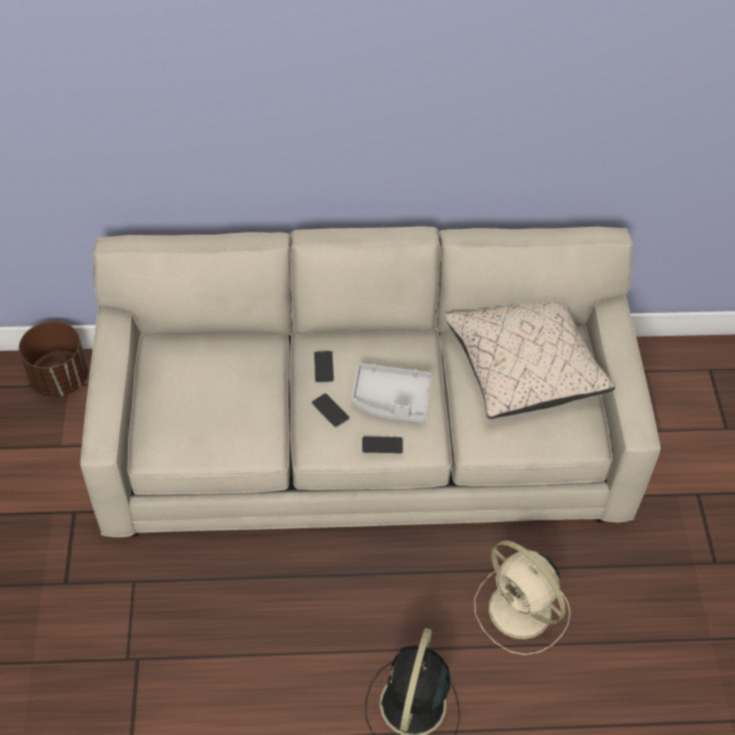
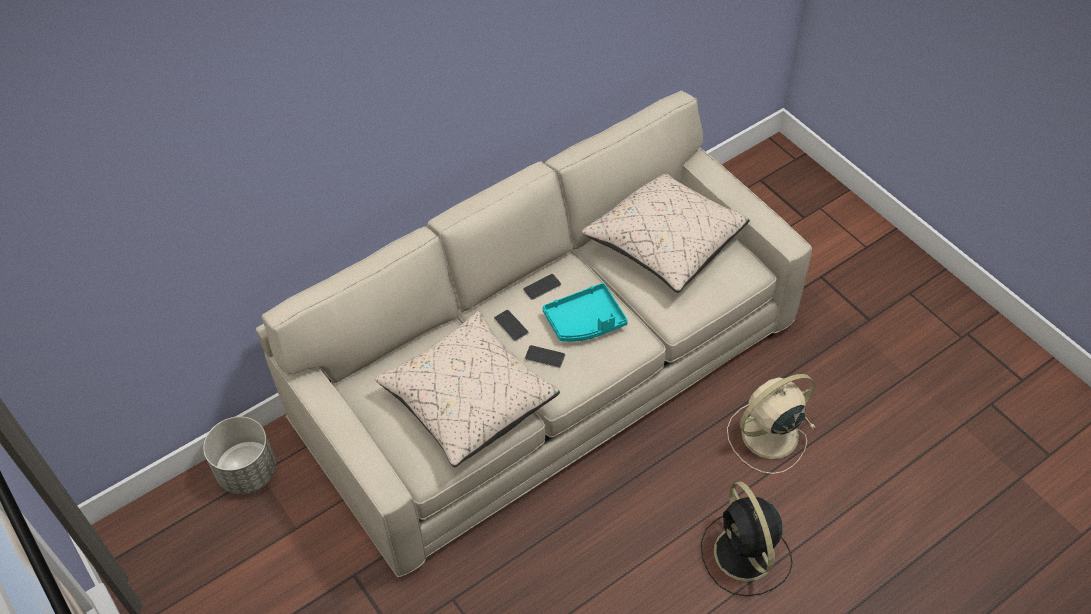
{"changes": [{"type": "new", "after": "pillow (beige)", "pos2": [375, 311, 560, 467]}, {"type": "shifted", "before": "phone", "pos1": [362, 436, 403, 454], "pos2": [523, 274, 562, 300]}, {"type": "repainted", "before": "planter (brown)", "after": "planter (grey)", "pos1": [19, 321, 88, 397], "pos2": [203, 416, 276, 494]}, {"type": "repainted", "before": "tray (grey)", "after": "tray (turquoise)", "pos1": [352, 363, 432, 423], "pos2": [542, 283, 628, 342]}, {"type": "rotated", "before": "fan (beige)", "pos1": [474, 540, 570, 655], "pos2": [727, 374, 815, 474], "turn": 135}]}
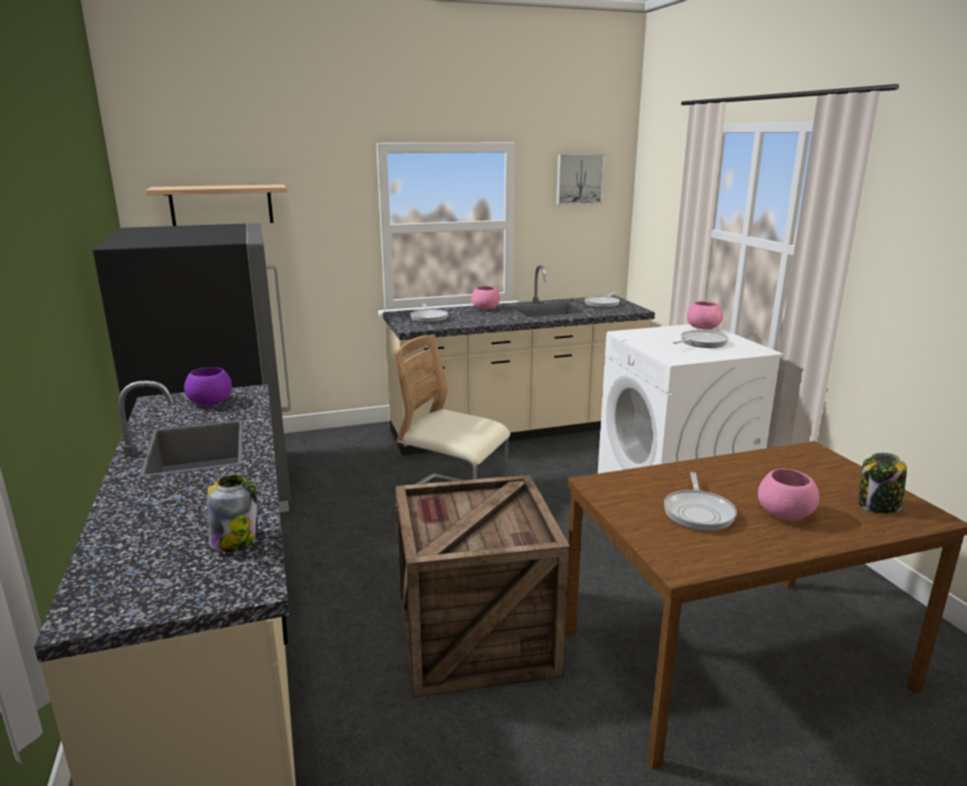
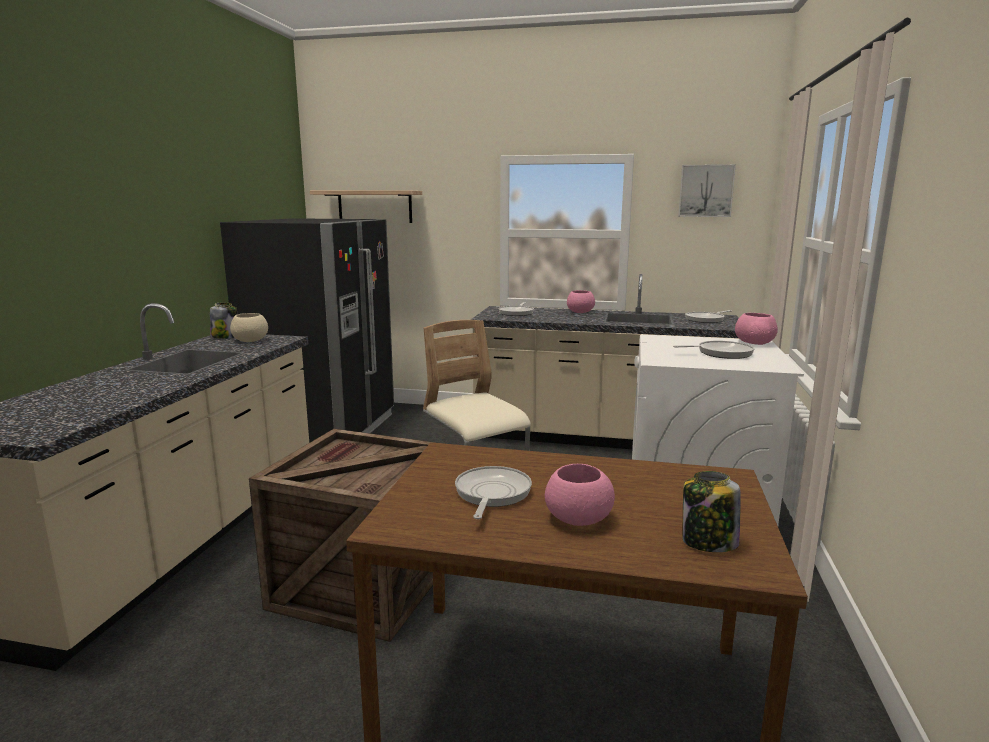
{"changes": [{"type": "shifted", "before": "jar", "pos1": [207, 475, 258, 552], "pos2": [210, 303, 237, 339]}, {"type": "repainted", "before": "bowl (purple)", "after": "bowl (beige)", "pos1": [184, 367, 232, 406], "pos2": [230, 313, 268, 342]}, {"type": "rotated", "before": "frying pan", "pos1": [664, 472, 737, 531], "pos2": [455, 466, 532, 519], "turn": 150}]}
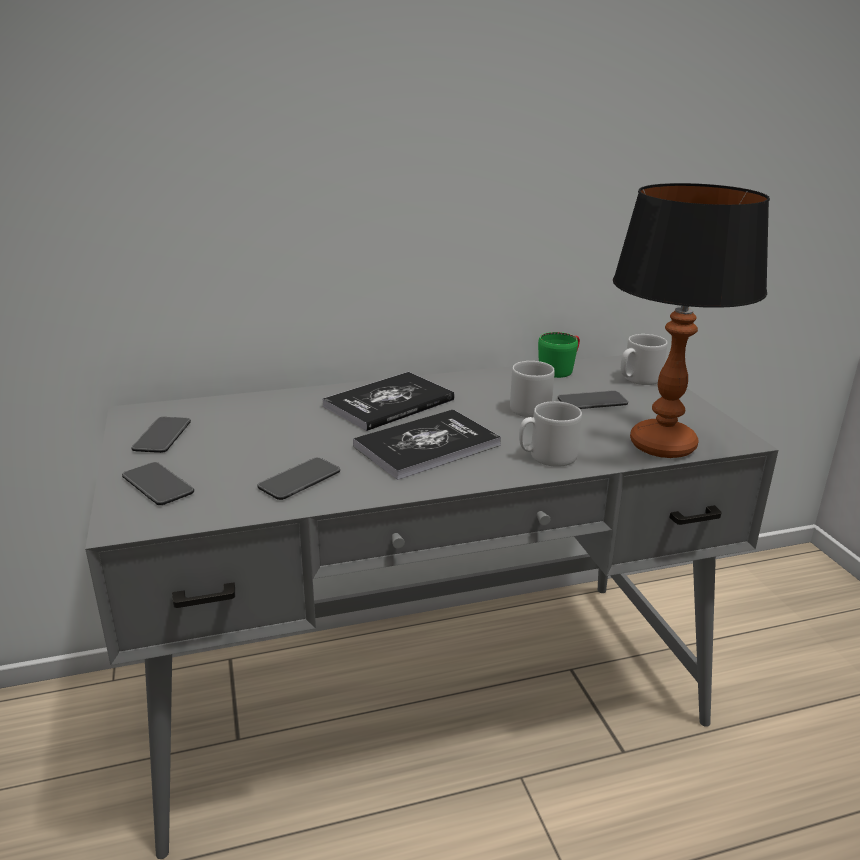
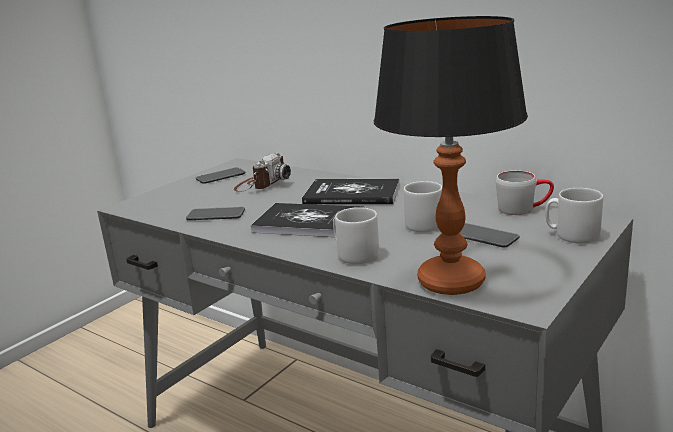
{"changes": [{"type": "gone", "before": "phone", "pos1": [122, 462, 194, 505]}, {"type": "new", "after": "photo camera", "pos2": [234, 153, 291, 192]}, {"type": "repainted", "before": "mug (green)", "after": "mug (grey)", "pos1": [538, 332, 580, 378], "pos2": [496, 171, 554, 215]}]}
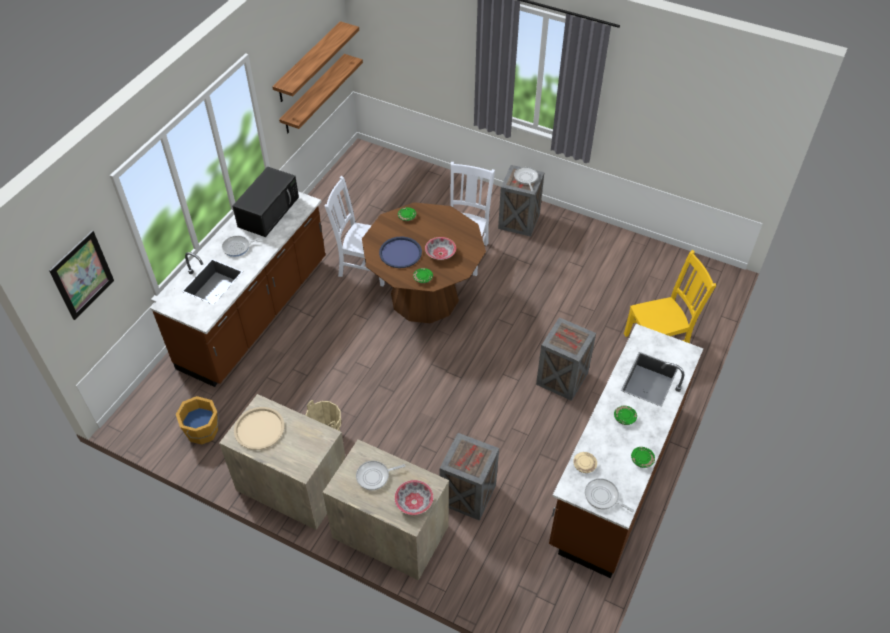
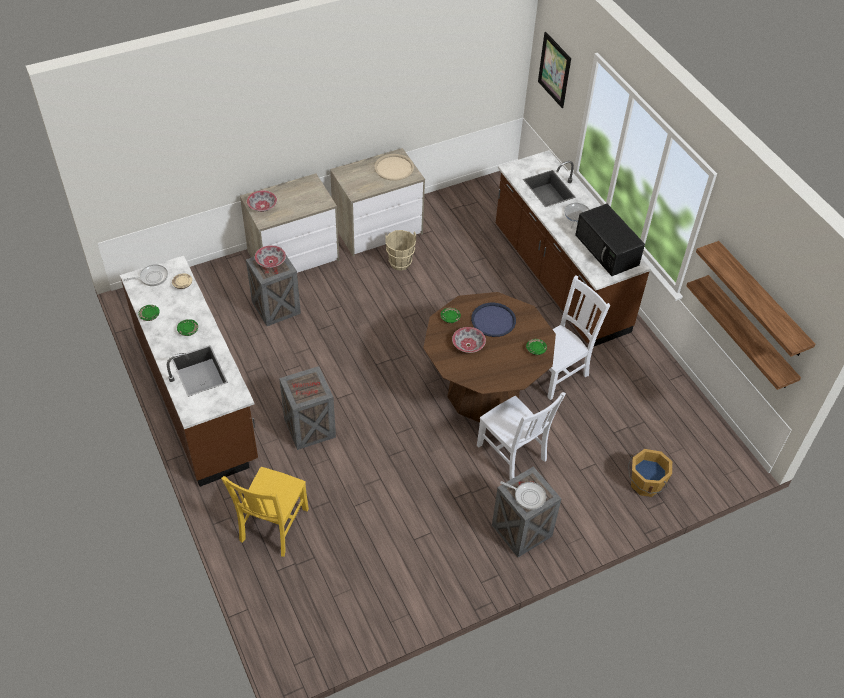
{"changes": [{"type": "gone", "before": "frying pan", "pos1": [356, 461, 405, 490]}, {"type": "new", "after": "bowl", "pos2": [255, 245, 286, 268]}, {"type": "shifted", "before": "bucket (orange)", "pos1": [176, 396, 219, 445], "pos2": [628, 449, 672, 497]}]}
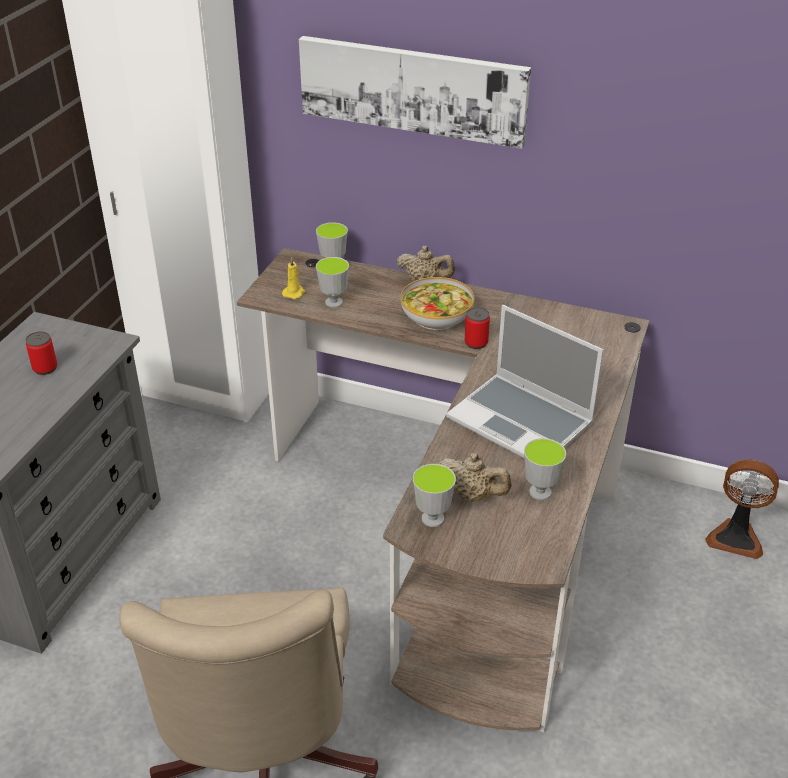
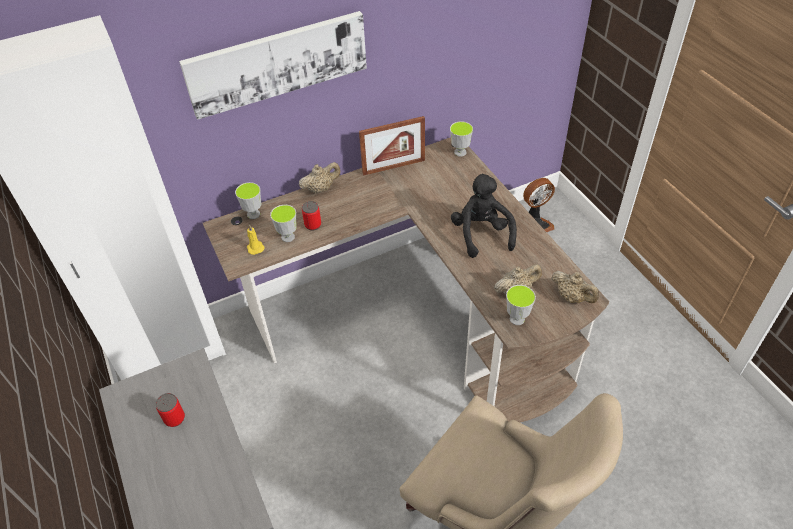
{"changes": [{"type": "gone", "before": "bowl", "pos1": [401, 277, 475, 330]}, {"type": "new", "after": "picture frame", "pos2": [359, 116, 425, 176]}, {"type": "new", "after": "teapot (beige)", "pos2": [551, 271, 599, 303]}, {"type": "shifted", "before": "can", "pos1": [465, 307, 490, 349], "pos2": [302, 201, 321, 230]}, {"type": "shifted", "before": "cup", "pos1": [524, 438, 566, 500], "pos2": [450, 121, 473, 157]}, {"type": "swapped", "before": "laptop", "after": "plush toy (black)", "pos1": [446, 305, 603, 459], "pos2": [451, 174, 517, 258]}]}
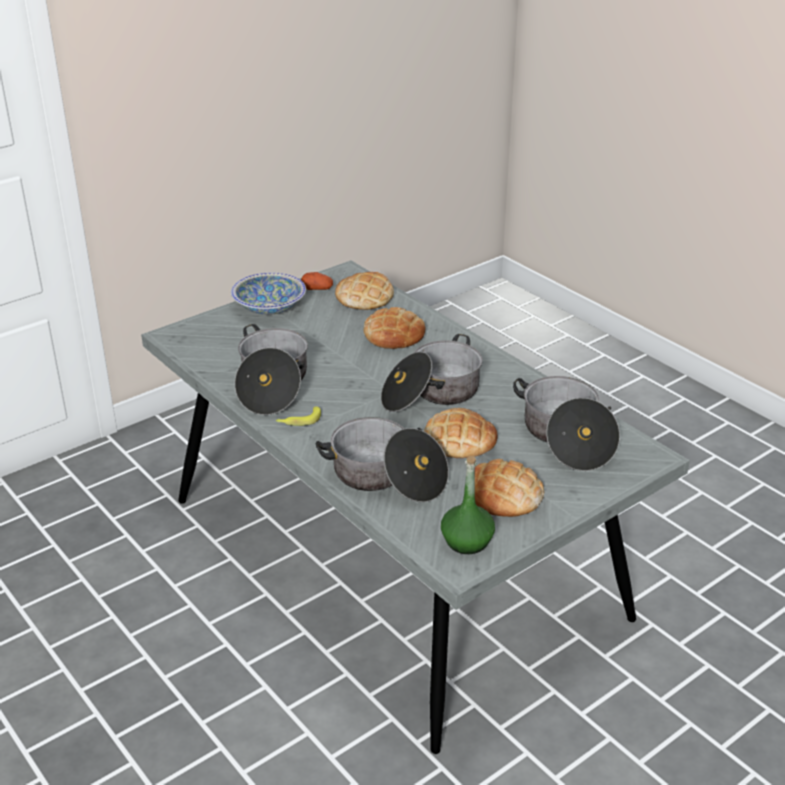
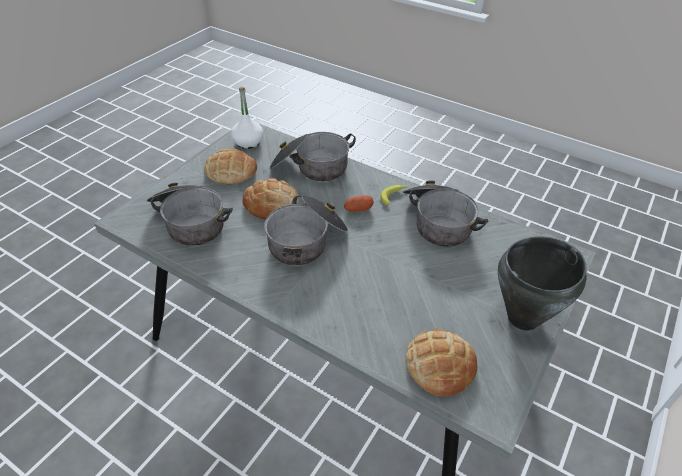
{"changes": [{"type": "gone", "before": "bread", "pos1": [364, 307, 425, 349]}, {"type": "shifted", "before": "potato", "pos1": [301, 272, 333, 290], "pos2": [344, 195, 374, 212]}, {"type": "swapped", "before": "bowl", "after": "cooking pot (black)", "pos1": [231, 273, 306, 315], "pos2": [498, 237, 587, 330]}, {"type": "repainted", "before": "bottle (green)", "after": "bottle (white)", "pos1": [441, 456, 495, 554], "pos2": [231, 87, 263, 149]}]}
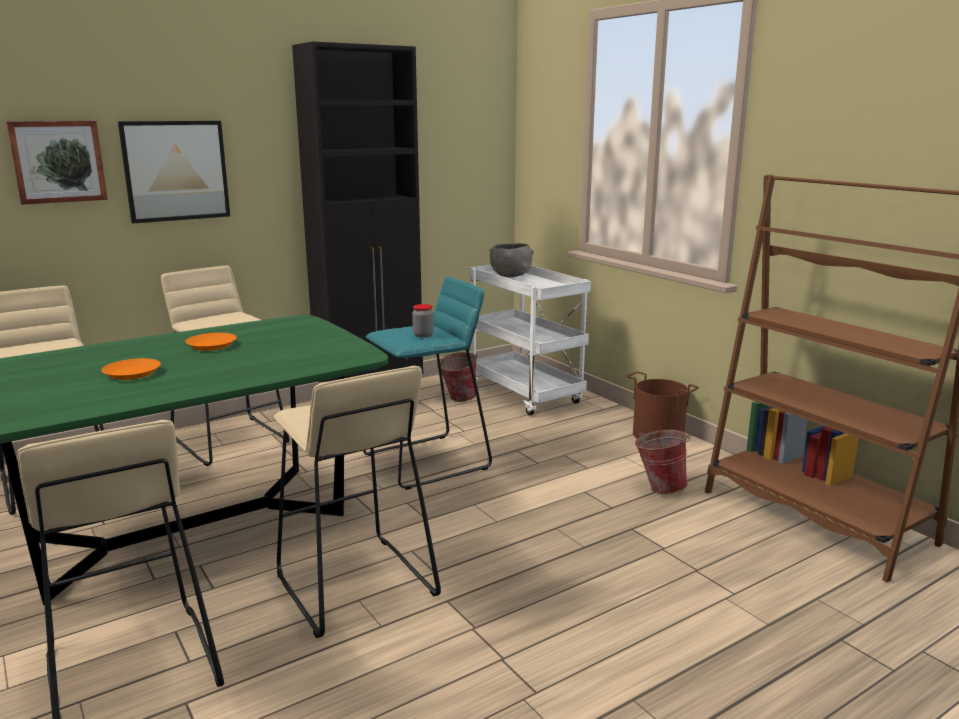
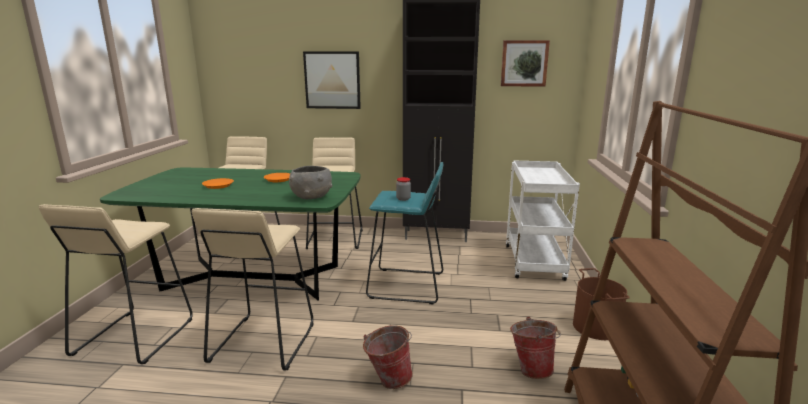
{"changes": [{"type": "shifted", "before": "picture", "pos1": [6, 121, 108, 205], "pos2": [501, 40, 550, 87]}, {"type": "shifted", "before": "bucket", "pos1": [436, 352, 477, 402], "pos2": [363, 325, 413, 389]}, {"type": "shifted", "before": "bowl (grey)", "pos1": [489, 243, 534, 277], "pos2": [289, 166, 332, 199]}]}
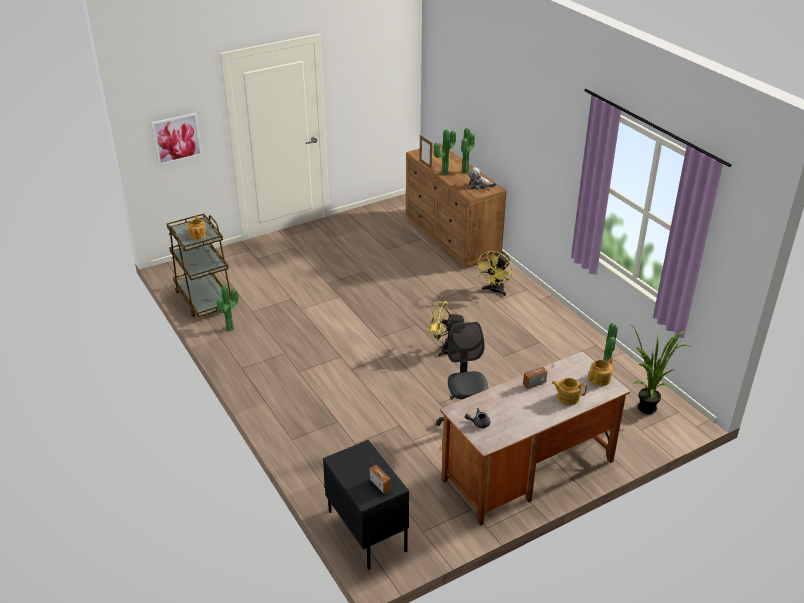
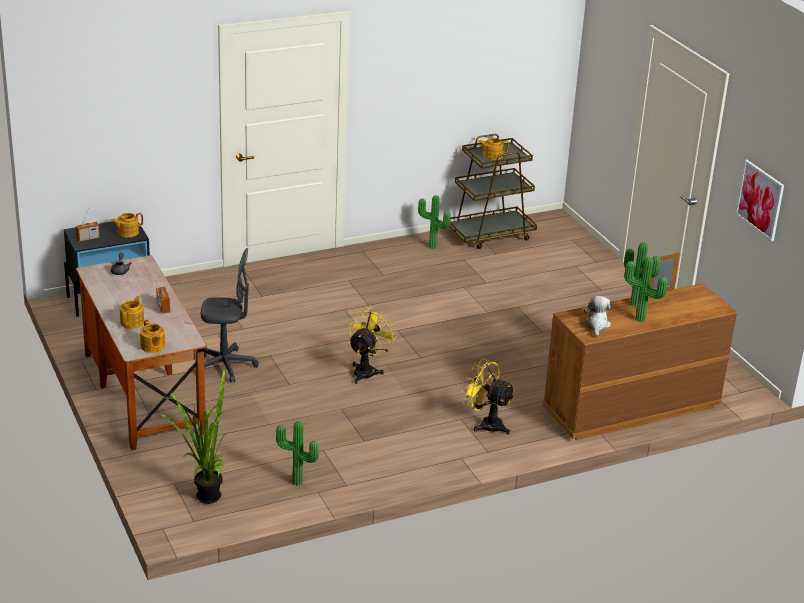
{"changes": [{"type": "new", "after": "teapot", "pos2": [111, 213, 143, 237]}, {"type": "shifted", "before": "picture", "pos1": [151, 113, 203, 165], "pos2": [735, 160, 784, 241]}]}
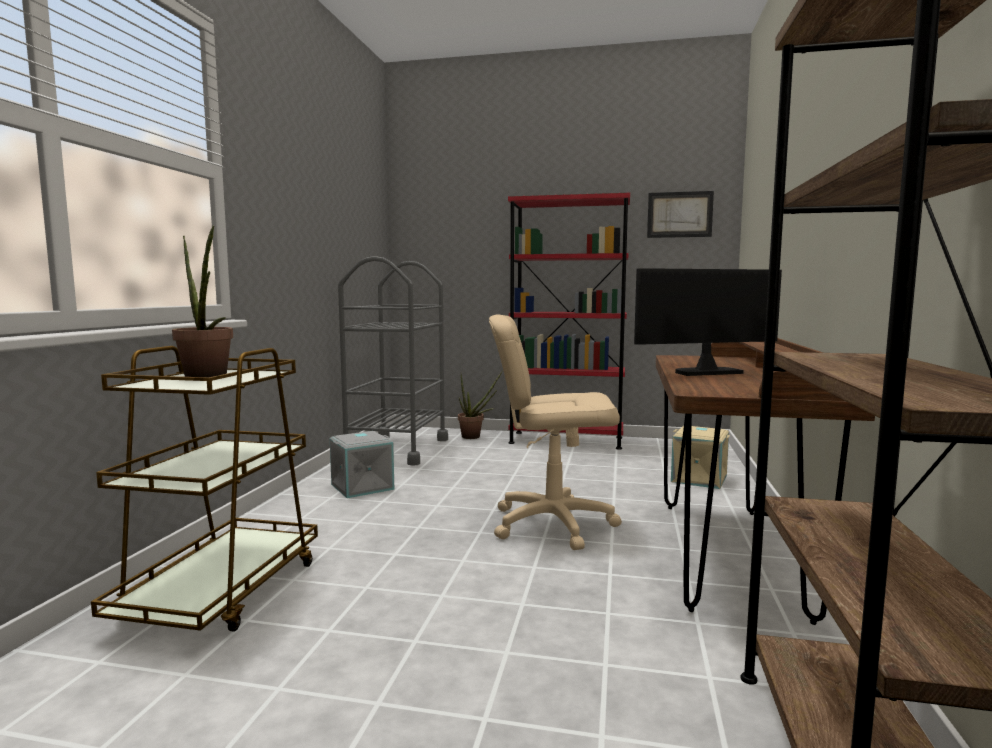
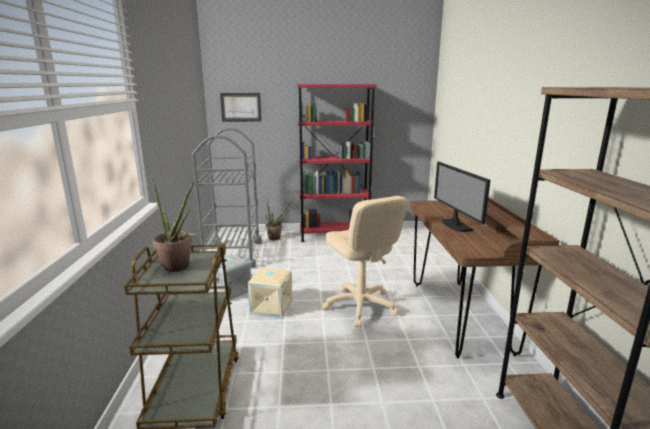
{"changes": [{"type": "shifted", "before": "picture", "pos1": [647, 191, 714, 238], "pos2": [220, 93, 262, 122]}, {"type": "shifted", "before": "storage box (beige)", "pos1": [671, 426, 730, 489], "pos2": [248, 268, 292, 318]}, {"type": "rotated", "before": "office chair (beige)", "pos1": [489, 315, 622, 550], "pos2": [322, 196, 408, 327], "turn": -105}, {"type": "rotated", "before": "monitor", "pos1": [634, 268, 782, 376], "pos2": [434, 162, 491, 232], "turn": -75}]}
